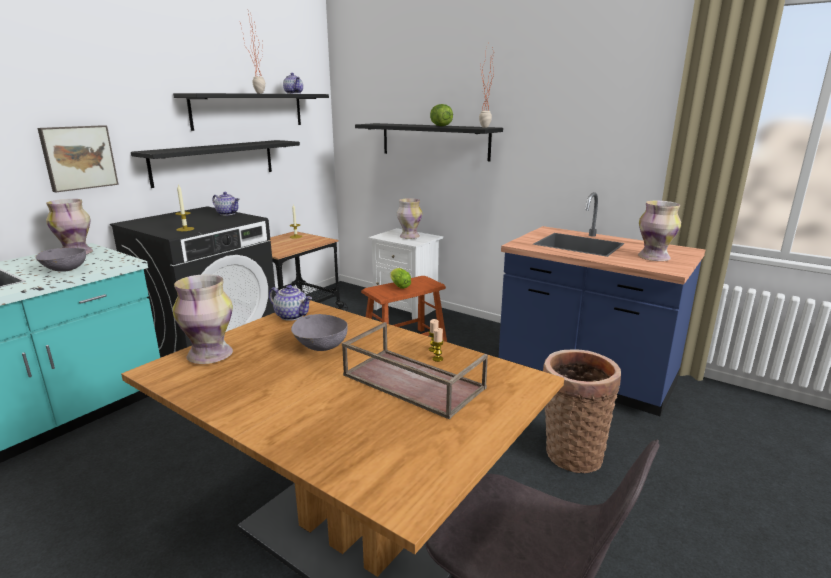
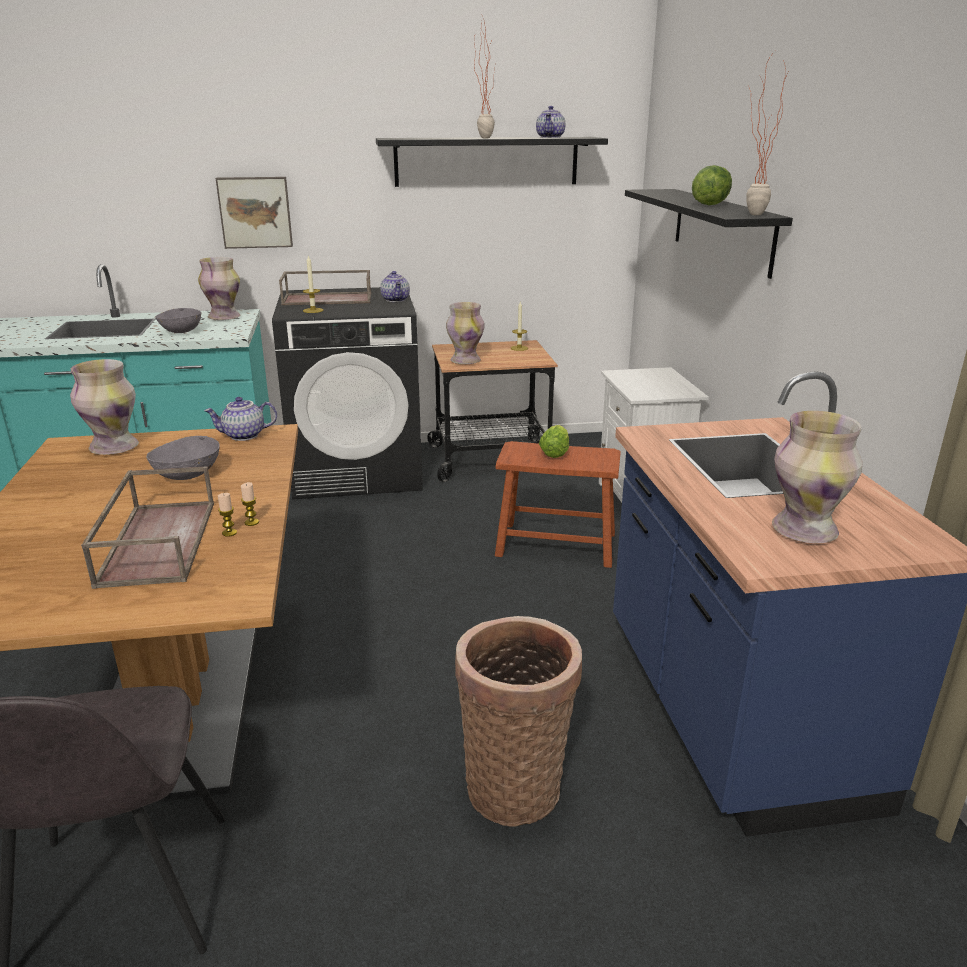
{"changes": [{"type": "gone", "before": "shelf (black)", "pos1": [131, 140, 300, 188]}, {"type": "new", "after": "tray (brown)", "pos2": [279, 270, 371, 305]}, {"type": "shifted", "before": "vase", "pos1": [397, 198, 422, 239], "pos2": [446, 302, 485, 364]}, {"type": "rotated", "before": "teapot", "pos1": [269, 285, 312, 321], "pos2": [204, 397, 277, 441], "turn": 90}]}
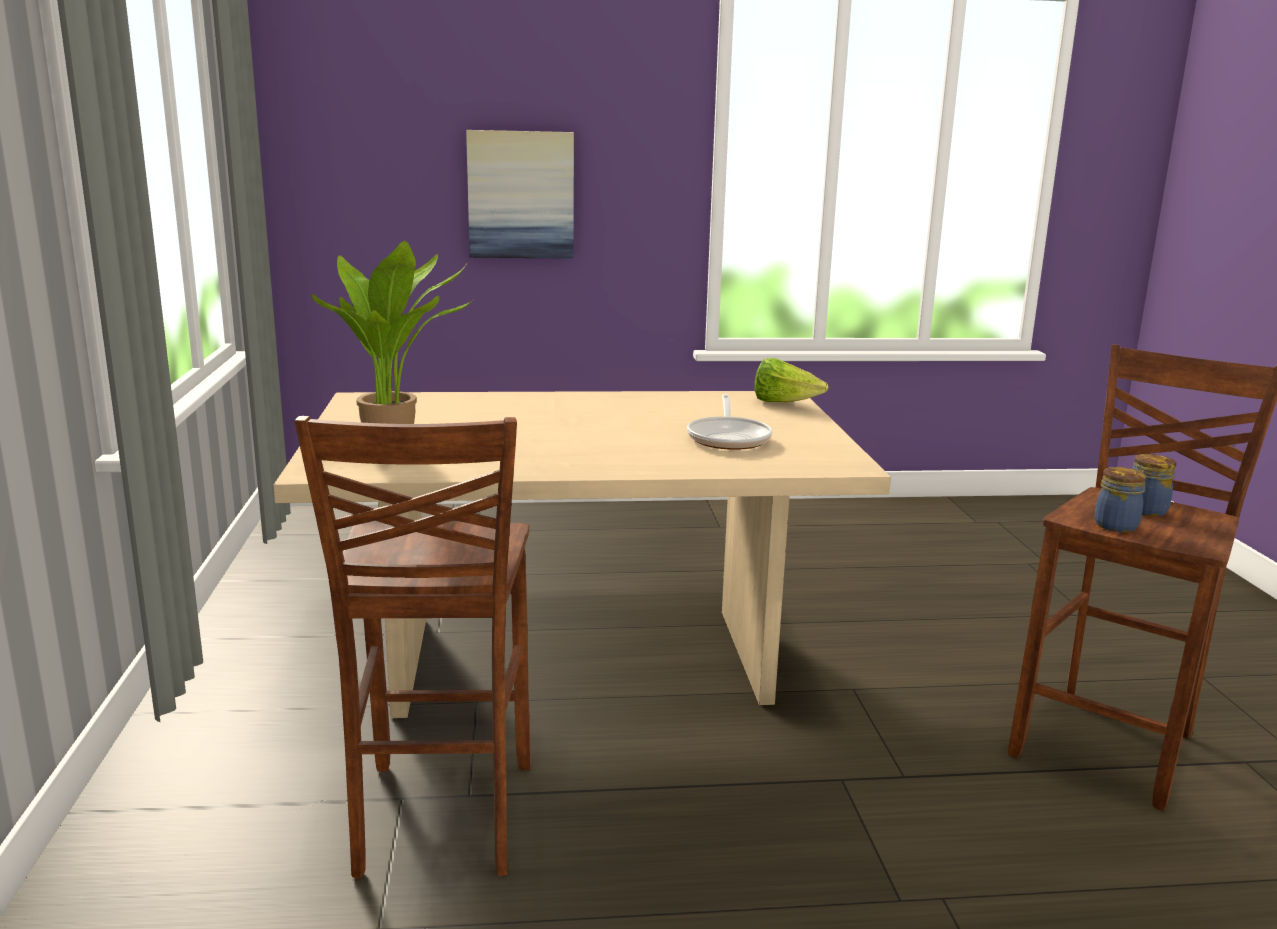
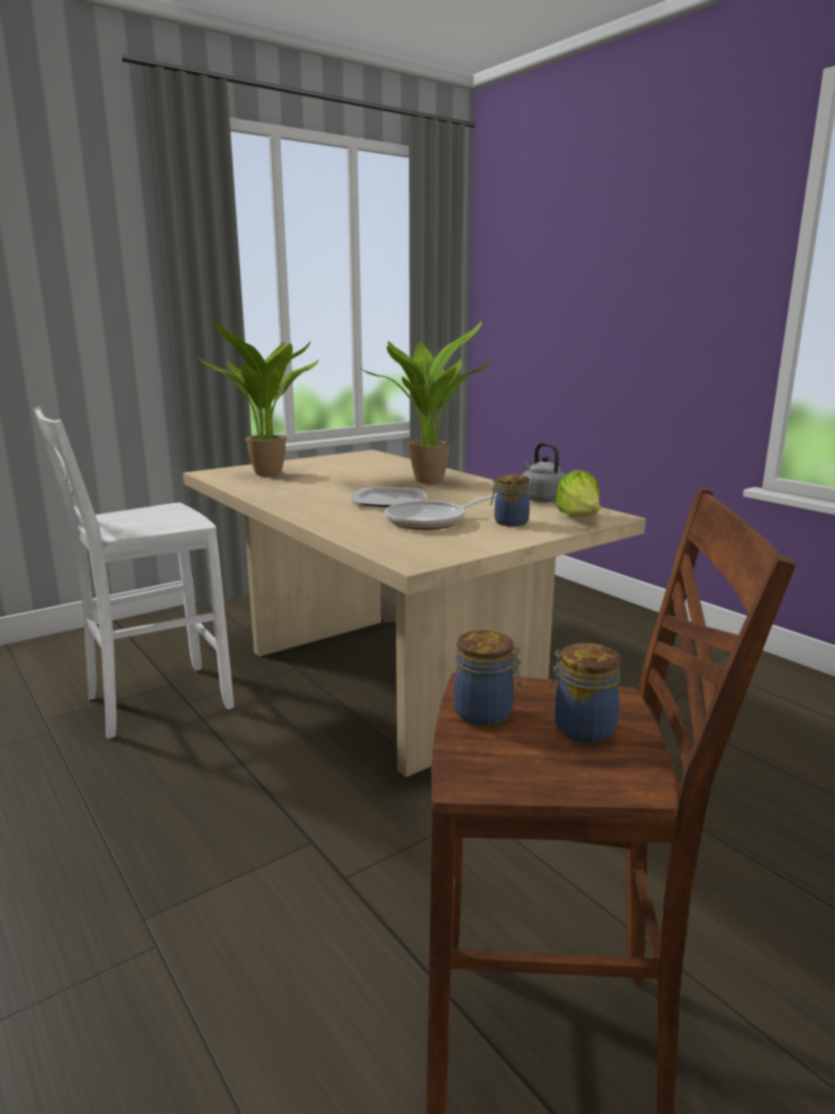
{"changes": [{"type": "gone", "before": "picture", "pos1": [466, 130, 574, 259]}, {"type": "new", "after": "plate", "pos2": [351, 487, 427, 507]}, {"type": "new", "after": "potted plant", "pos2": [358, 321, 491, 484]}, {"type": "new", "after": "jar", "pos2": [491, 474, 530, 527]}, {"type": "new", "after": "kettle (grey)", "pos2": [522, 443, 565, 502]}, {"type": "repainted", "before": "stool (brown)", "after": "stool (white)", "pos1": [295, 416, 531, 879], "pos2": [33, 407, 234, 739]}]}
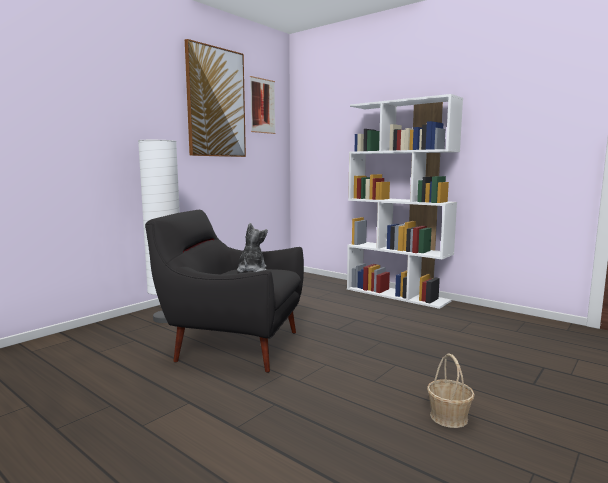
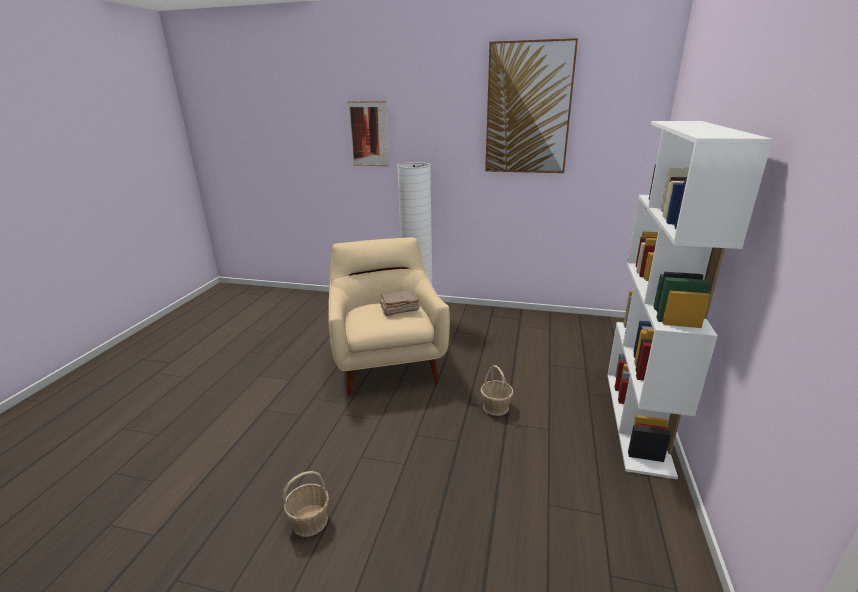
{"changes": [{"type": "new", "after": "basket", "pos2": [480, 365, 513, 416]}, {"type": "shifted", "before": "picture", "pos1": [250, 76, 276, 134], "pos2": [347, 101, 390, 166]}, {"type": "swapped", "before": "plush toy", "after": "book (brown)", "pos1": [237, 223, 268, 272], "pos2": [379, 290, 420, 316]}, {"type": "repainted", "before": "armchair (black)", "after": "armchair (beige)", "pos1": [145, 210, 304, 373], "pos2": [328, 237, 450, 395]}]}
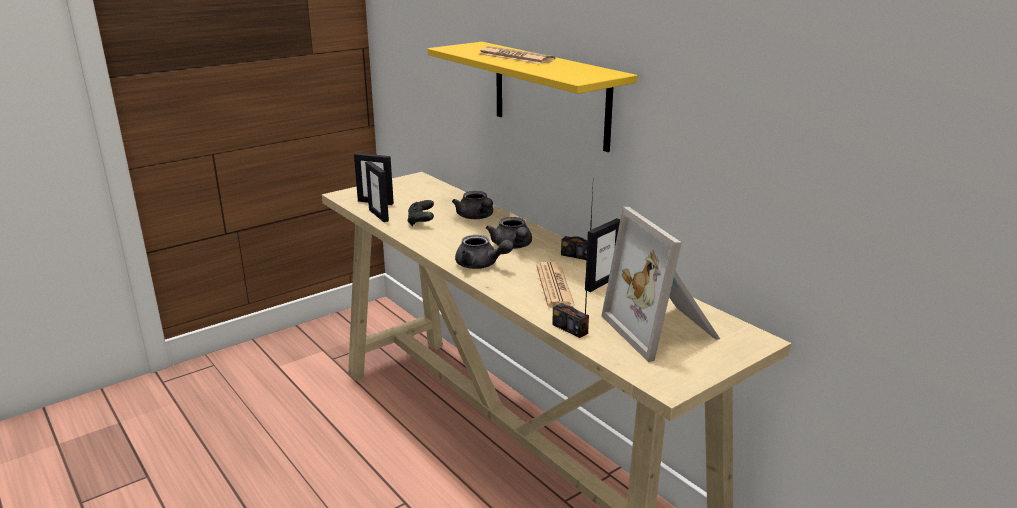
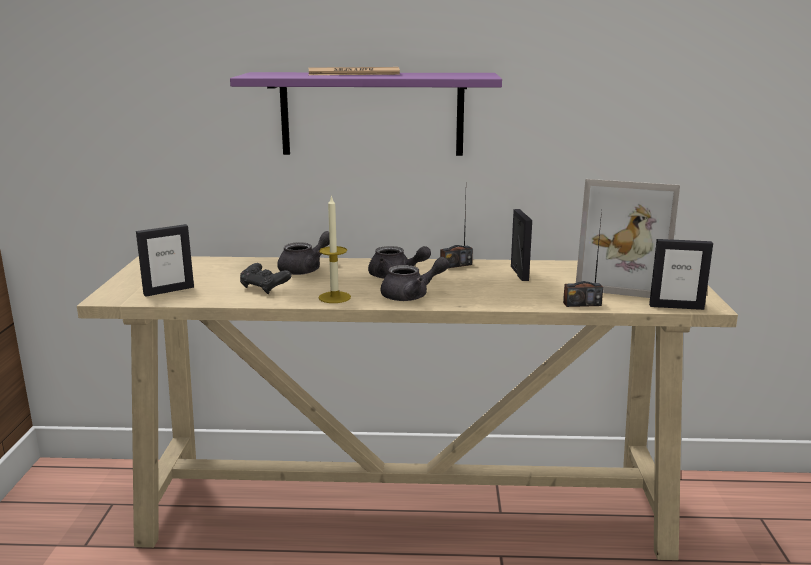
{"changes": [{"type": "gone", "before": "newspaper", "pos1": [536, 262, 575, 307]}, {"type": "new", "after": "candle", "pos2": [319, 195, 351, 303]}, {"type": "shifted", "before": "picture frame", "pos1": [365, 161, 389, 222], "pos2": [649, 239, 713, 310]}, {"type": "repainted", "before": "shelf (yellow)", "after": "shelf (purple)", "pos1": [428, 42, 637, 152], "pos2": [230, 72, 502, 156]}, {"type": "rotated", "before": "teapot (grey)", "pos1": [452, 191, 493, 219], "pos2": [277, 231, 330, 275], "turn": -60}]}
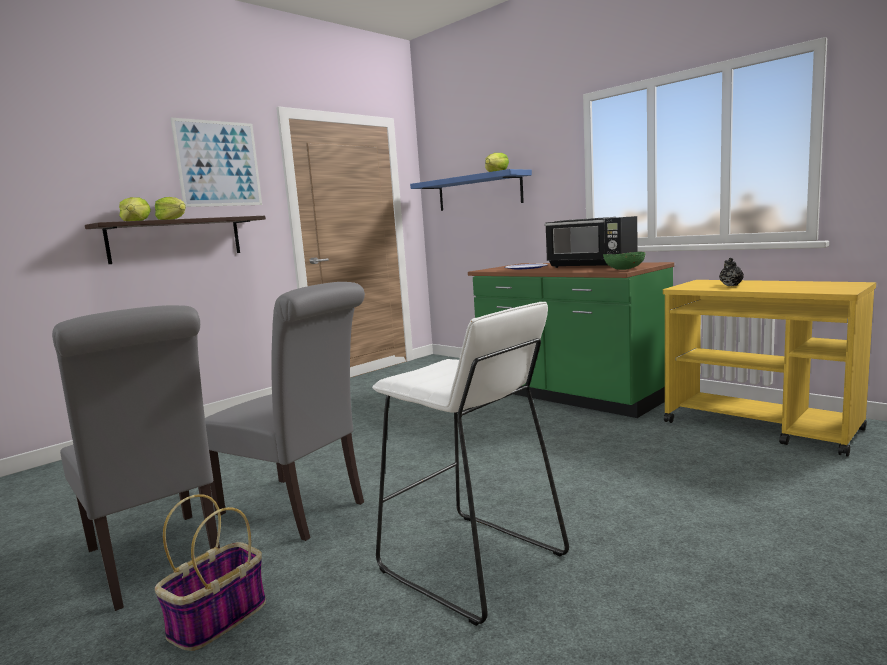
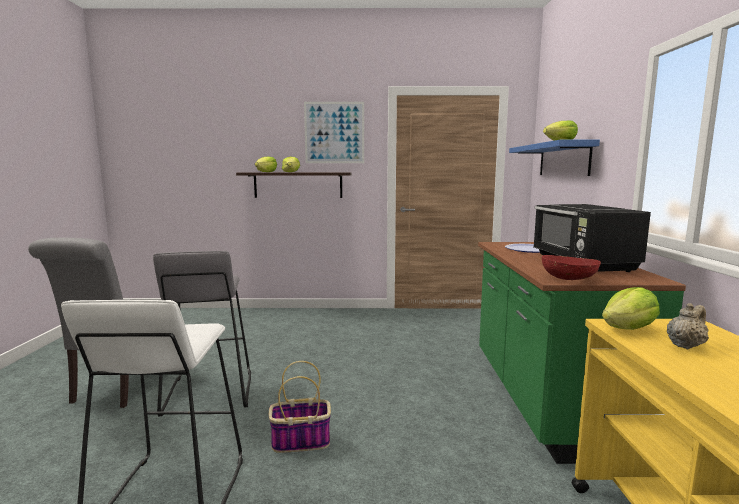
{"changes": [{"type": "new", "after": "lettuce", "pos2": [602, 287, 660, 330]}, {"type": "shifted", "before": "basket", "pos1": [155, 494, 266, 651], "pos2": [269, 361, 331, 453]}, {"type": "swapped", "before": "chair (grey)", "after": "stool (grey)", "pos1": [205, 282, 365, 541], "pos2": [153, 251, 251, 417]}, {"type": "repainted", "before": "bowl (green)", "after": "bowl (red)", "pos1": [603, 252, 646, 270], "pos2": [542, 255, 601, 280]}, {"type": "repainted", "before": "teapot (black)", "after": "teapot (beige)", "pos1": [719, 258, 744, 286], "pos2": [667, 303, 709, 349]}]}
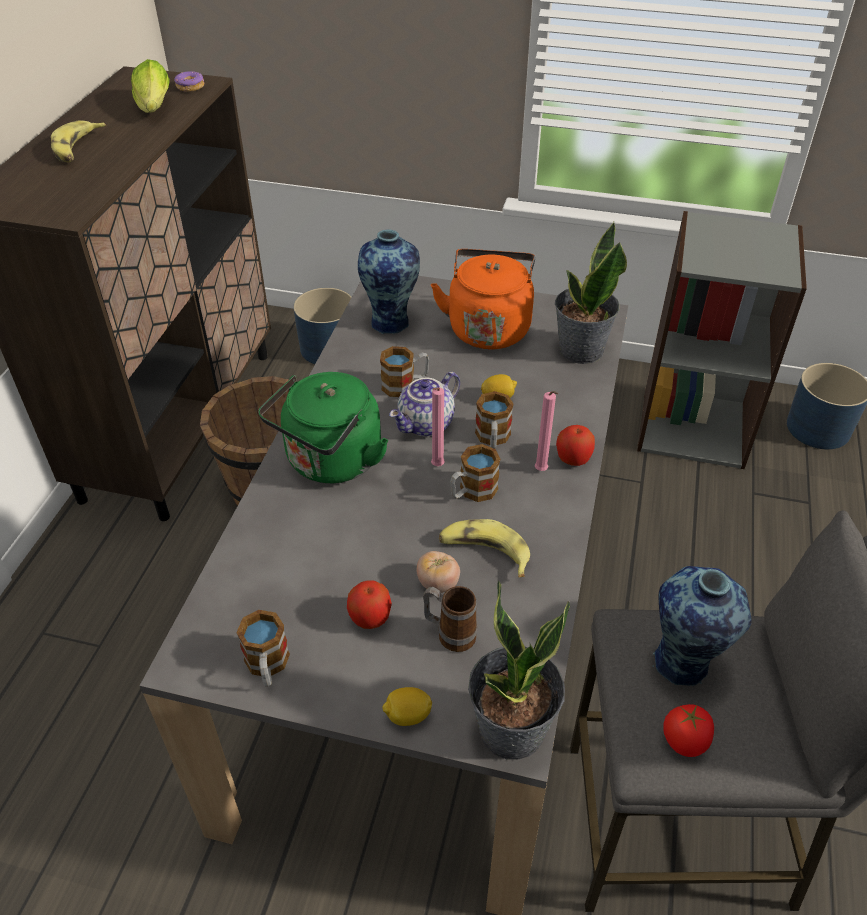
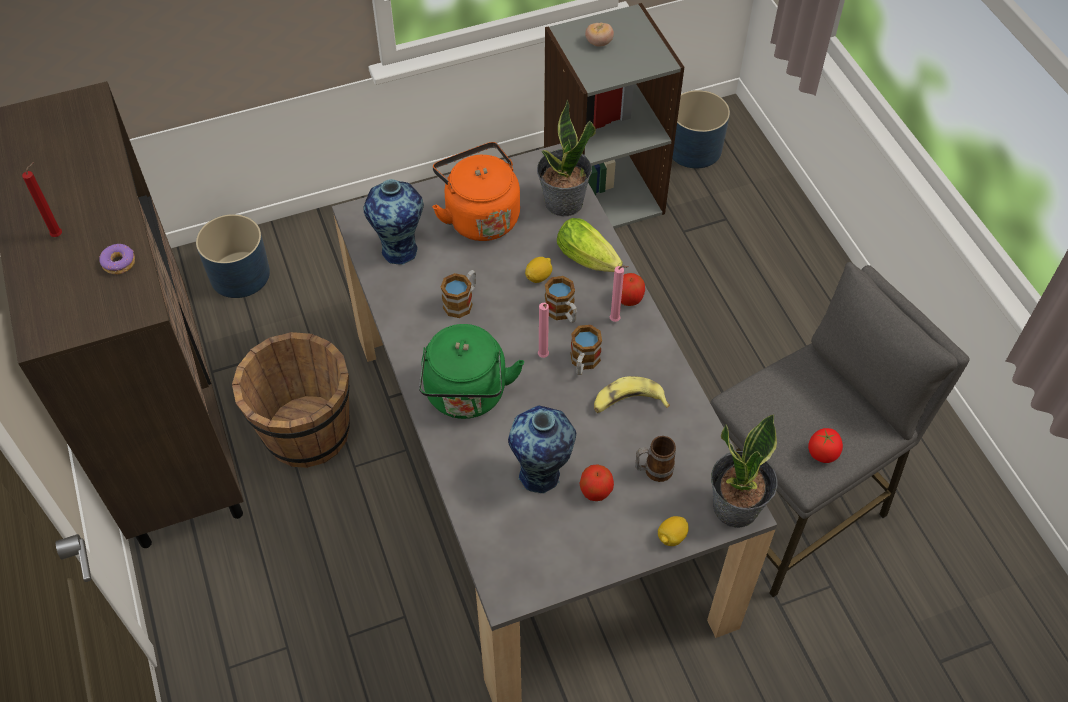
{"changes": [{"type": "gone", "before": "mug", "pos1": [236, 610, 290, 686]}, {"type": "gone", "before": "teapot", "pos1": [389, 372, 460, 437]}, {"type": "shifted", "before": "lettuce", "pos1": [131, 59, 169, 113], "pos2": [557, 218, 623, 272]}, {"type": "shifted", "before": "donut", "pos1": [174, 71, 204, 92], "pos2": [99, 244, 135, 275]}, {"type": "shifted", "before": "tomato", "pos1": [417, 551, 460, 593], "pos2": [585, 23, 614, 47]}, {"type": "shifted", "before": "vase", "pos1": [653, 566, 752, 686], "pos2": [508, 406, 576, 493]}, {"type": "swapped", "before": "banana", "after": "candle (red)", "pos1": [51, 120, 106, 162], "pos2": [22, 162, 62, 237]}]}
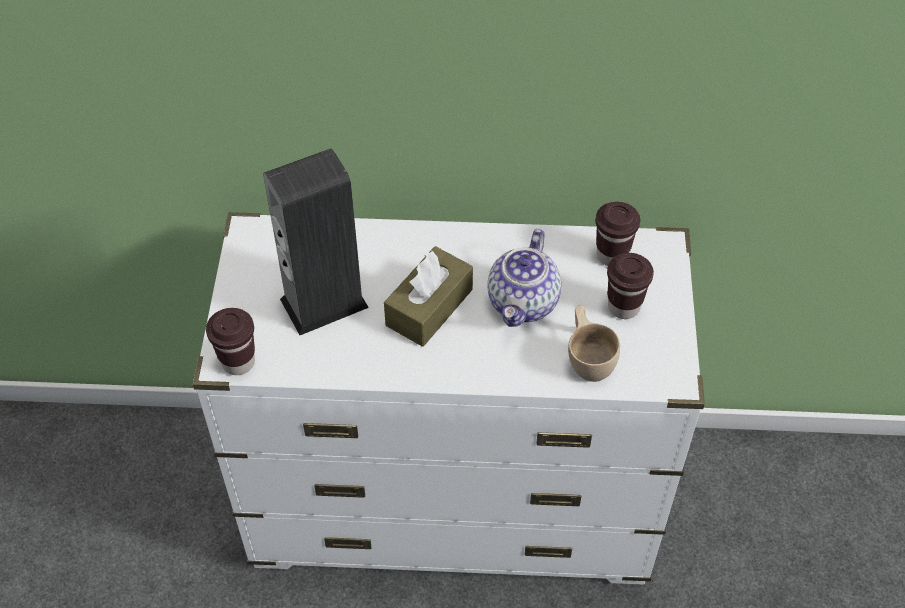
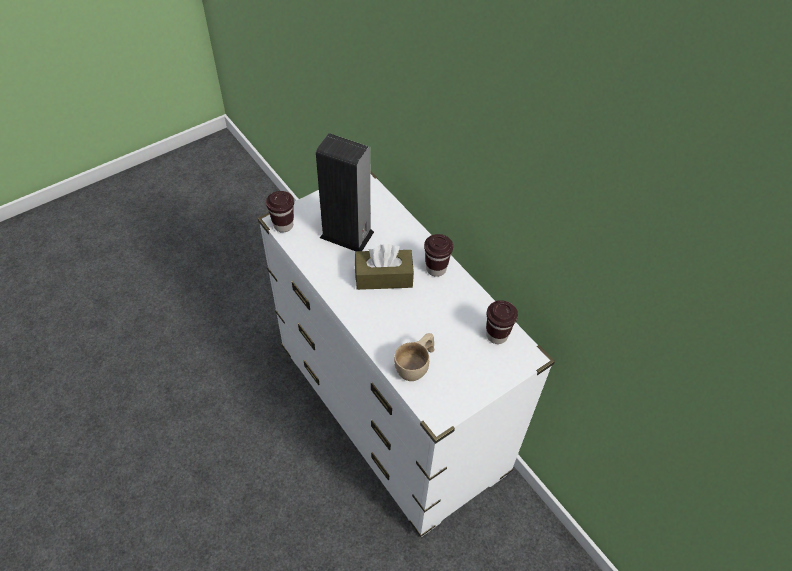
{"changes": [{"type": "gone", "before": "teapot", "pos1": [487, 229, 561, 327]}, {"type": "shifted", "before": "cup (brown)", "pos1": [607, 253, 654, 319], "pos2": [424, 234, 453, 277]}]}
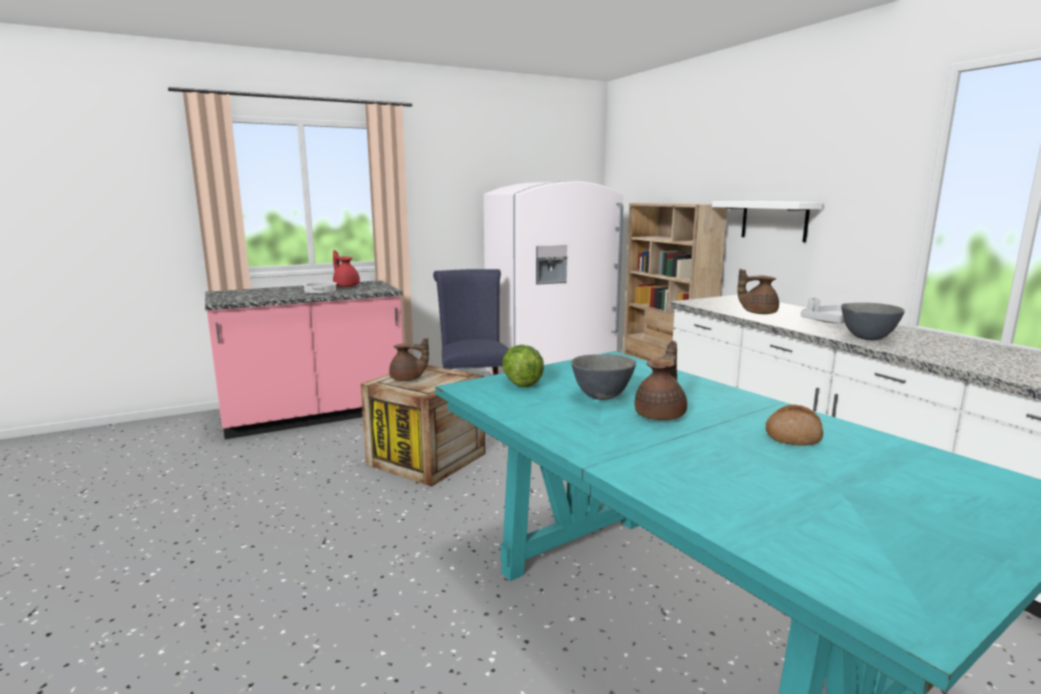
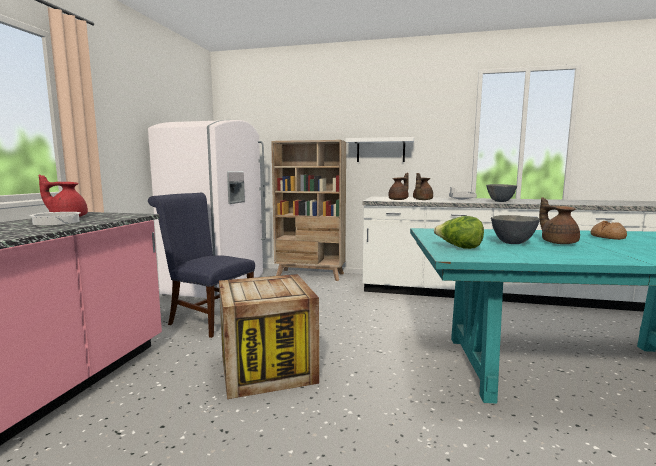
{"changes": [{"type": "shifted", "before": "teapot (brown)", "pos1": [389, 338, 429, 381], "pos2": [388, 173, 409, 200]}]}
